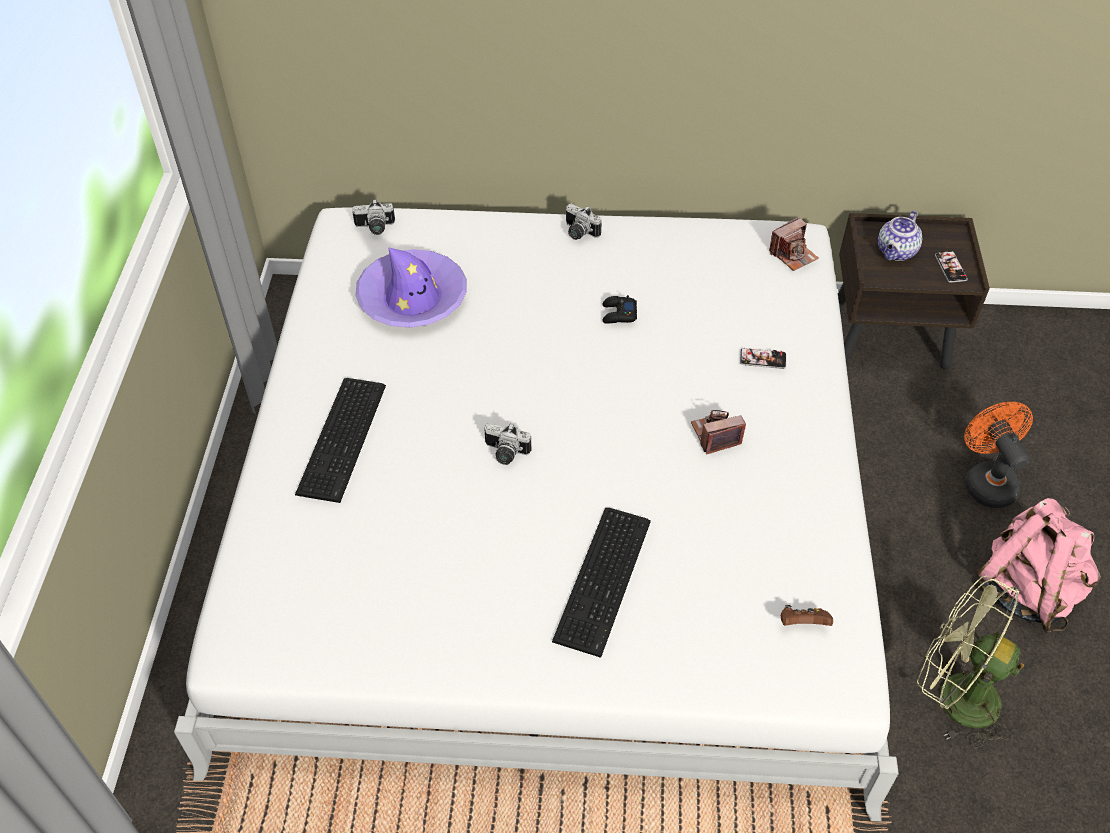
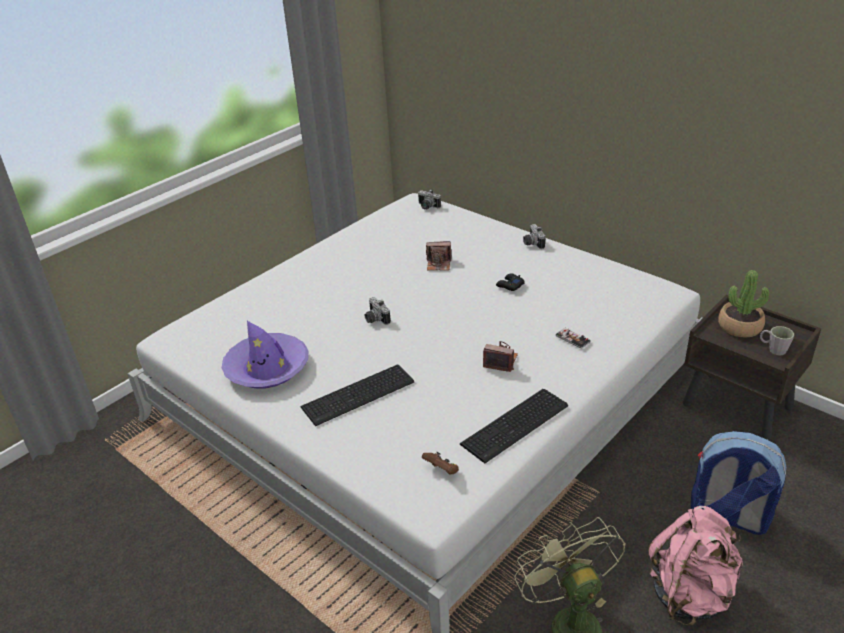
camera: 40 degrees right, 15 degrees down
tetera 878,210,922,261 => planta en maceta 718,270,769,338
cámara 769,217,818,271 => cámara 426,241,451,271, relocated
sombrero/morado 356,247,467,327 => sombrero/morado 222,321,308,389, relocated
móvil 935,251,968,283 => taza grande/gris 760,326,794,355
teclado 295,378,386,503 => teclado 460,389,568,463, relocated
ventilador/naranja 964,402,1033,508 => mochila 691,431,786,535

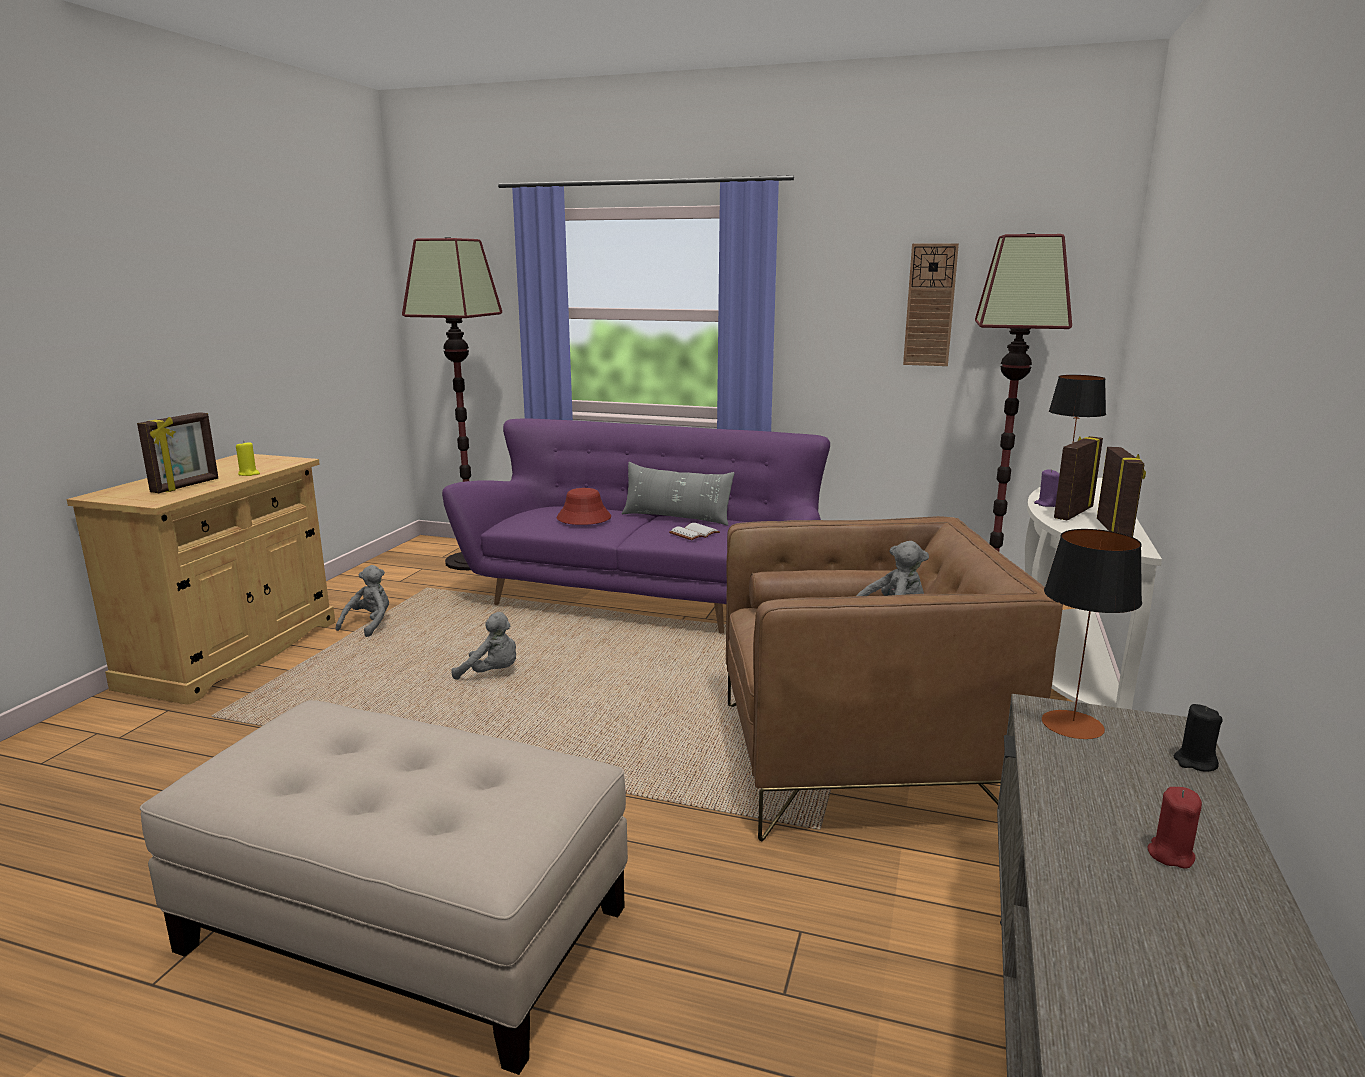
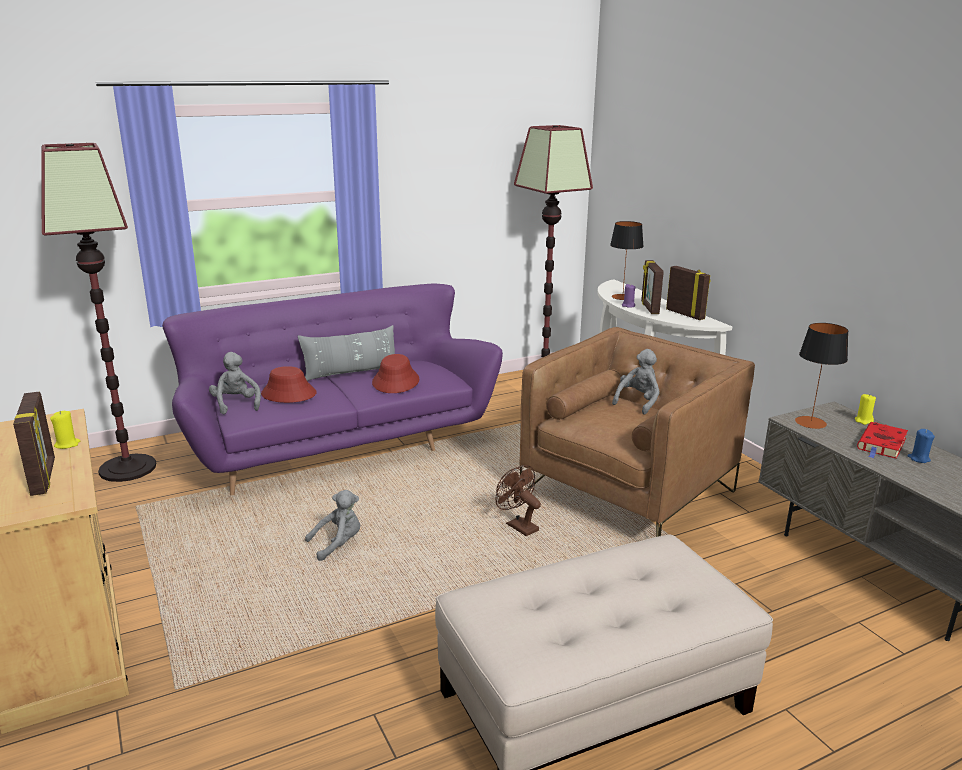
camera: 45 degrees left, 5 degrees up
reloj de pared 903,243,959,366 => nothing
libro/blanco 669,523,720,540 => sombrero/rojo 372,354,419,393
peluche/gris 335,565,389,637 => peluche/gris 209,352,261,414, relocated
vela/negro 1174,704,1223,771 => vela/amarillo 855,394,876,425
vela/rojo 1147,787,1202,868 => vela/azul 907,429,935,463
nothing => libro/rojo 857,422,908,459
nothing => ventilador/marrón 496,465,541,536

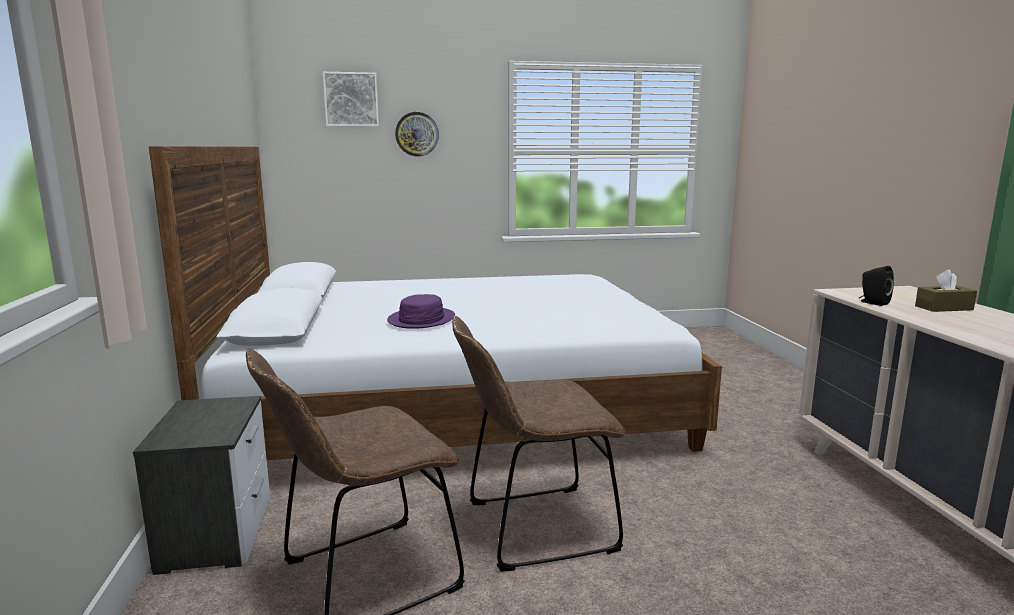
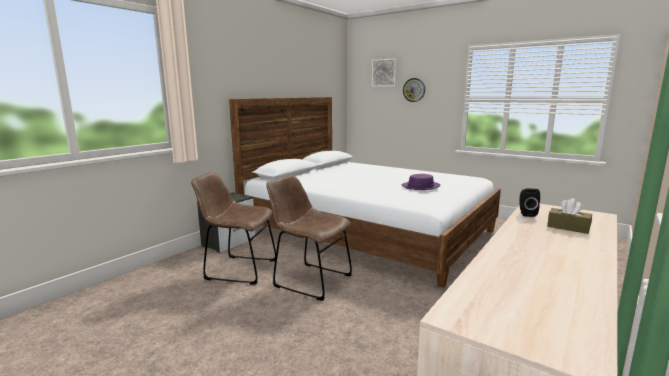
camera: 45 degrees right, 0 degrees up
sombrero/morado 387,294,455,329 => sombrero/morado 402,174,441,190, relocated

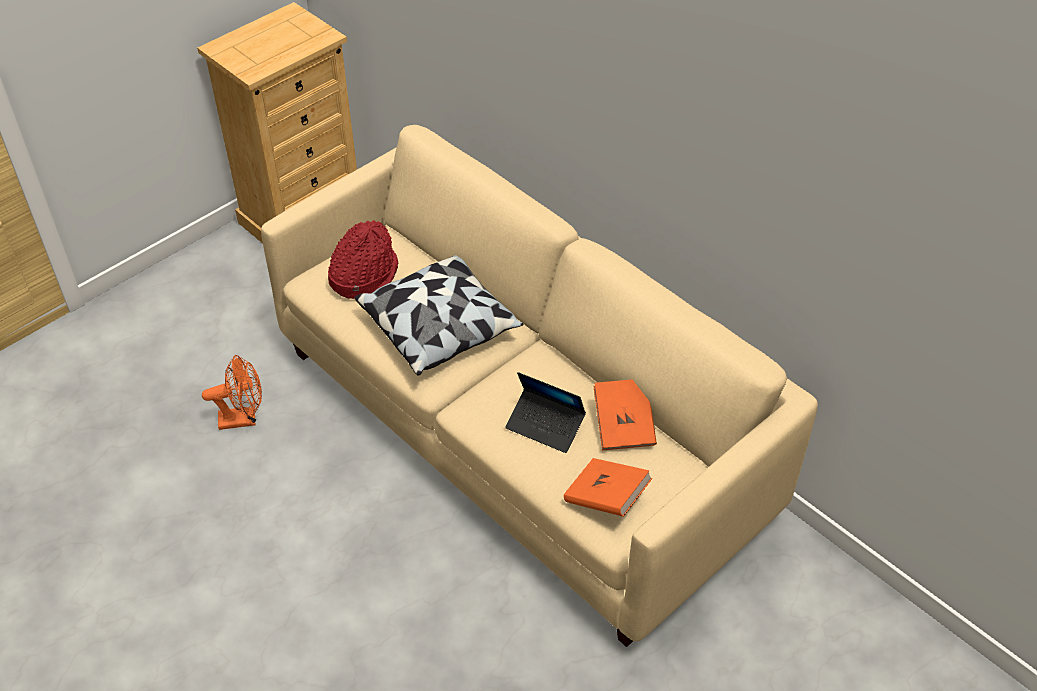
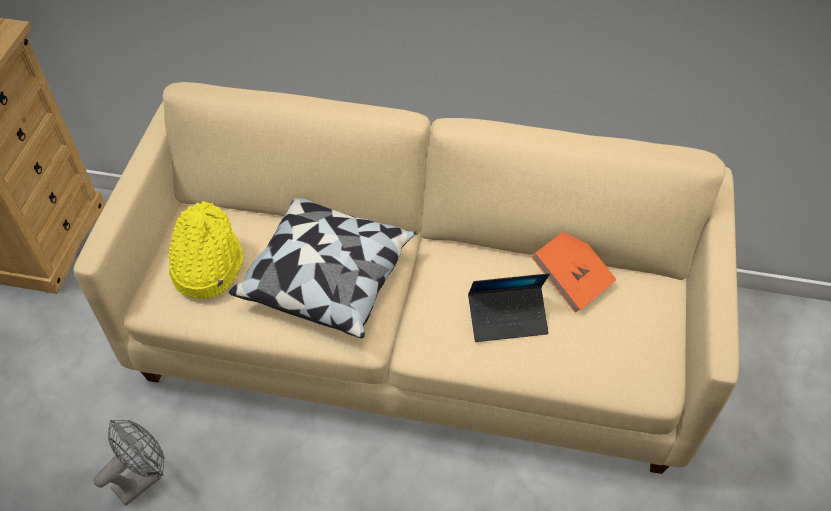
camera: 35 degrees left, 5 degrees up
sombrero/rojo 328,220,398,299 => sombrero/amarillo 168,201,243,299
ventilador/naranja 202,355,262,430 => ventilador/gris 94,420,165,506
libro/naranja 564,458,652,517 => nothing

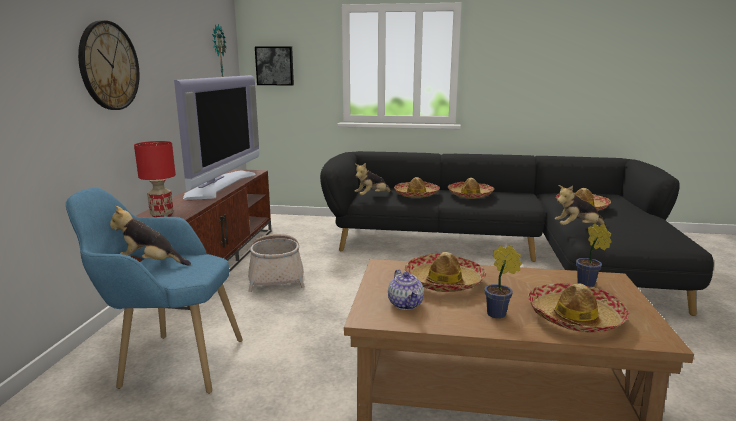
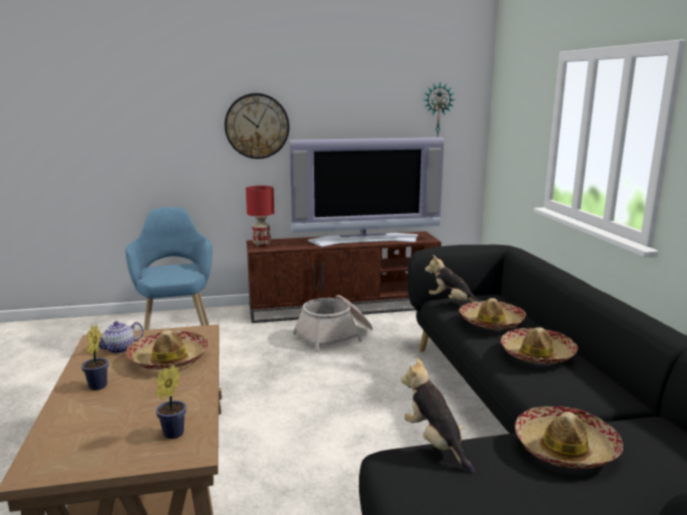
camera: 70 degrees right, 0 degrees up
cuadro 255,46,294,85 => nothing
peluche 110,206,191,266 => nothing
sombrero 528,283,629,333 => nothing

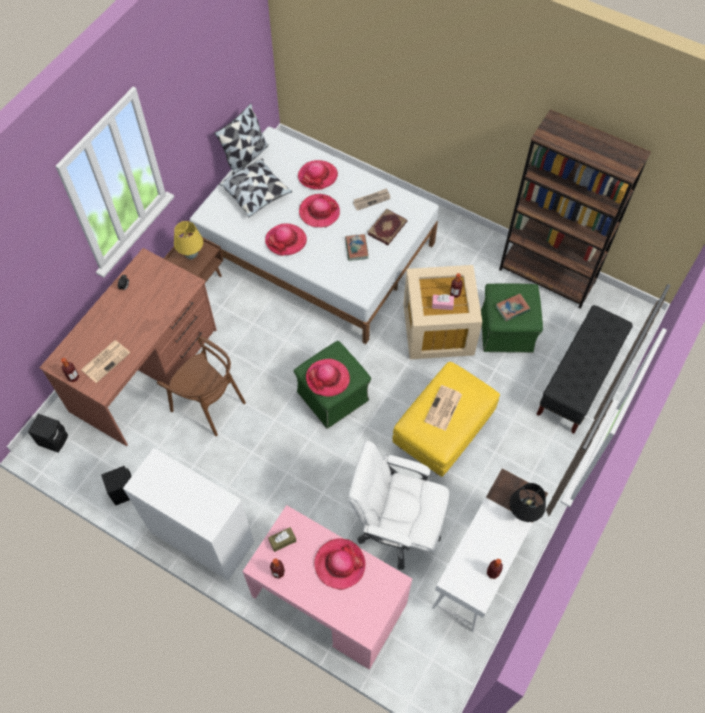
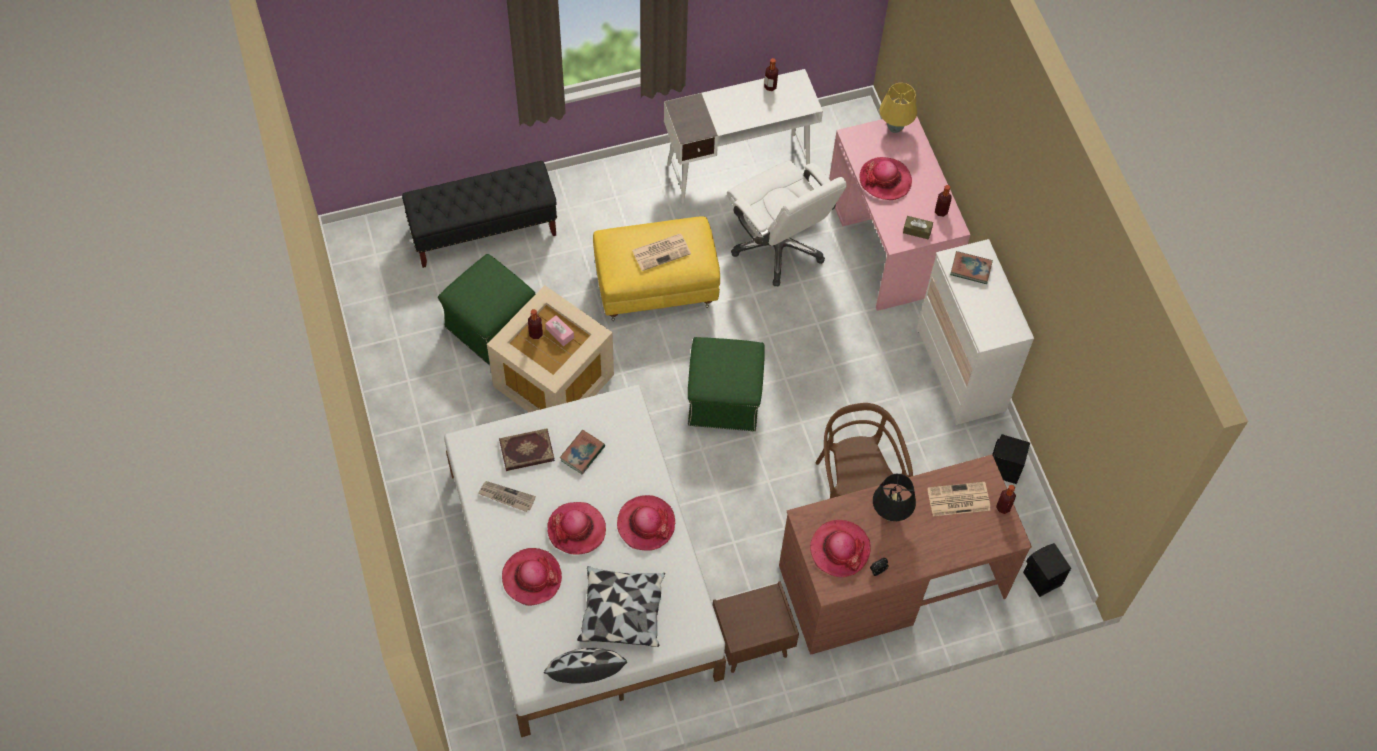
camera: 140 degrees left, 0 degrees up
estantería/marrón 499,109,651,309 => nothing
lámpara de mesa/amarillo 174,221,203,259 => lámpara de mesa/amarillo 879,83,917,133, relocated
libro 496,293,530,321 => libro 950,251,993,284, relocated
sombrero 306,359,350,396 => sombrero 810,520,871,577, relocated
lámpara de mesa/negro 509,483,546,522 => lámpara de mesa/negro 873,474,916,521, relocated

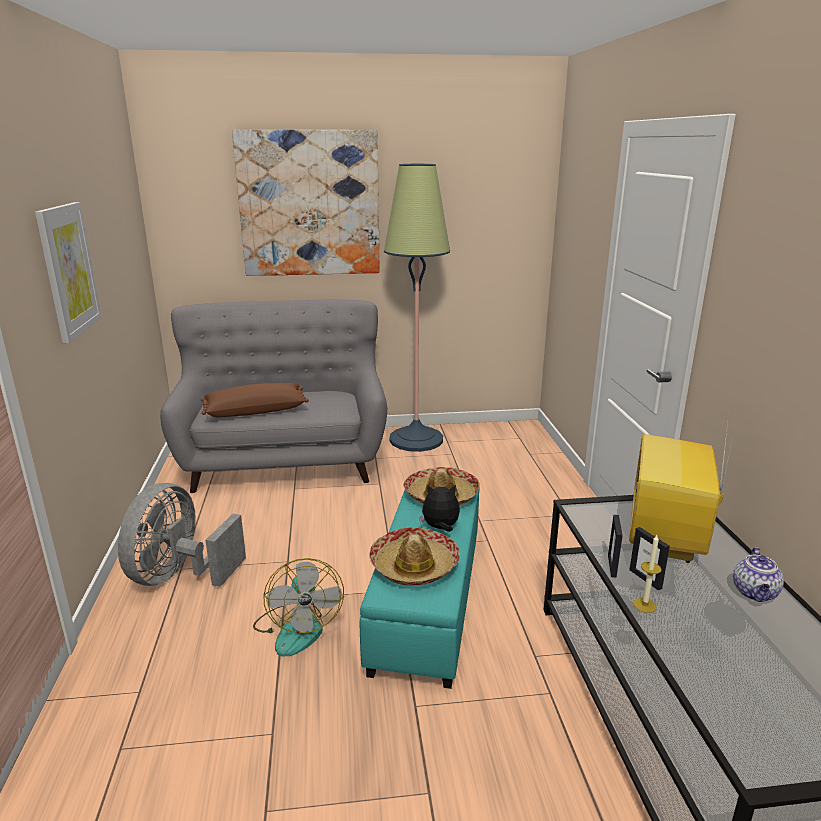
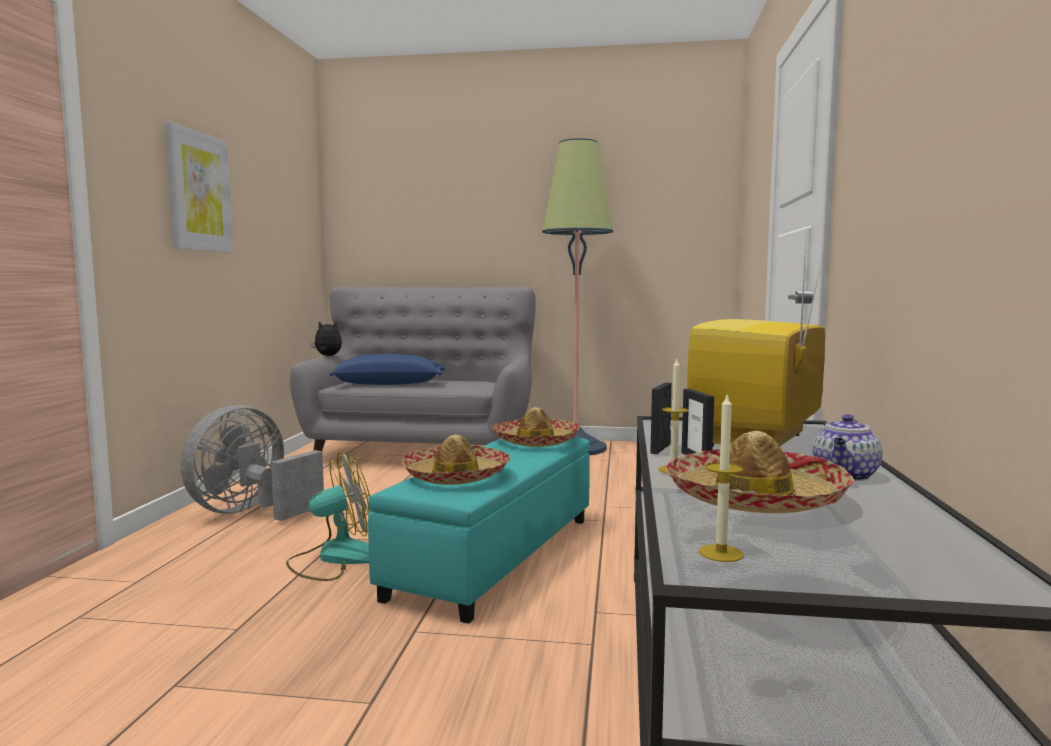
camera: 15 degrees right, 15 degrees down
cuadro 232,130,380,276 => nothing
cojín/marrón 201,383,309,417 => cojín/azul 329,354,445,385
peluche 419,484,460,532 => peluche 310,322,342,356, relocated
ventilador 253,558,344,657 => ventilador 286,453,370,581, 120 degrees counterclockwise
nothing => vela 699,393,744,562
nothing => sombrero 666,431,854,513

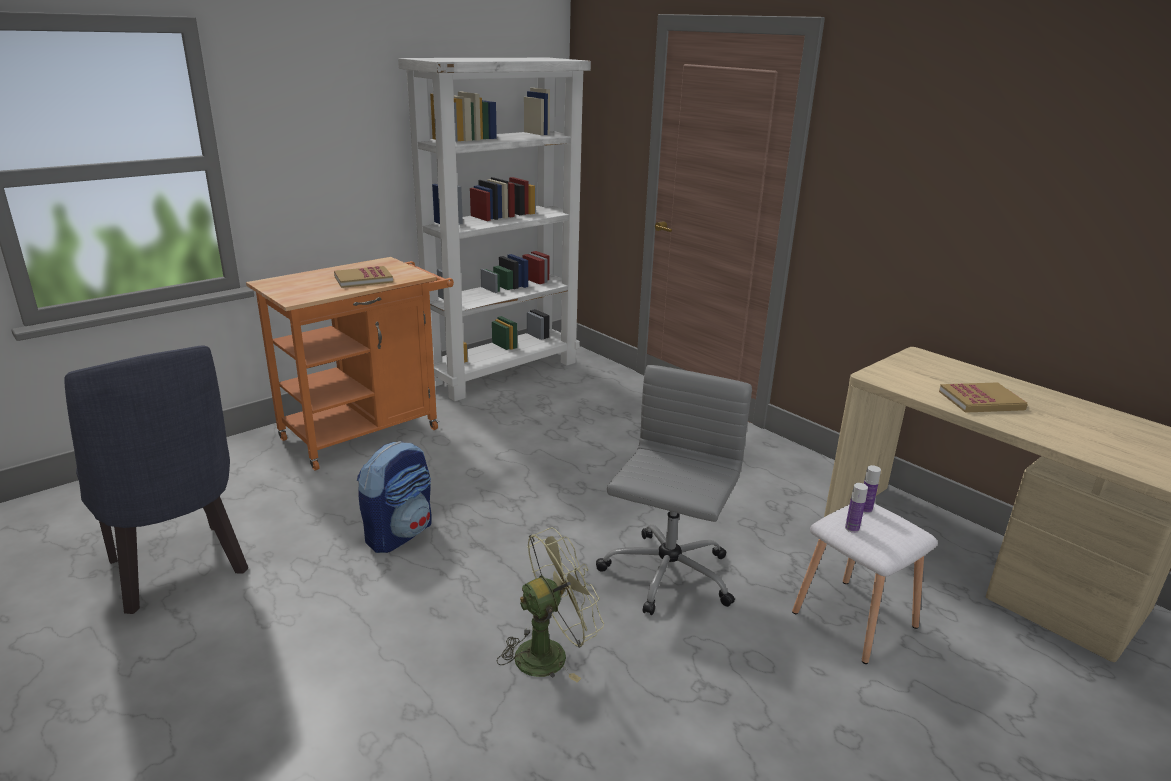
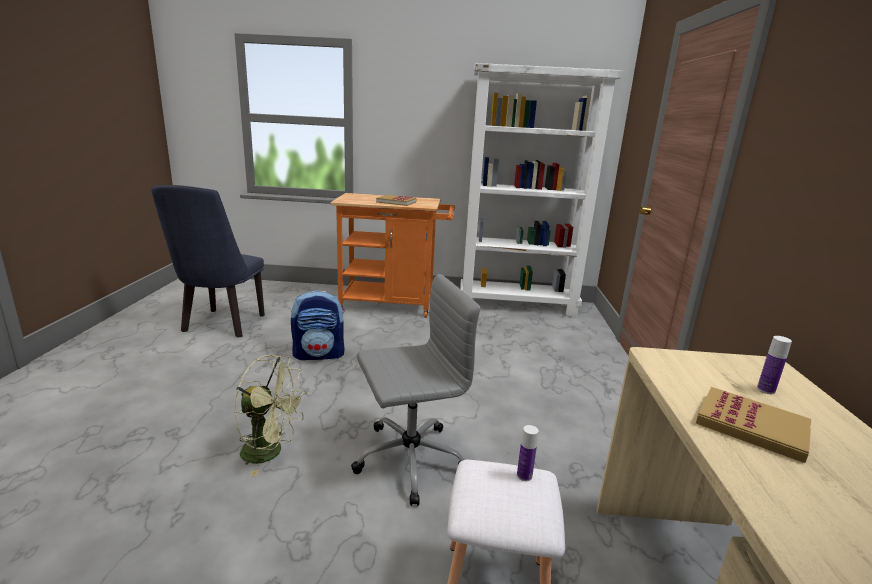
camera: 45 degrees right, 5 degrees down
botella 845,483,868,533 => botella 757,336,792,394, relocated

